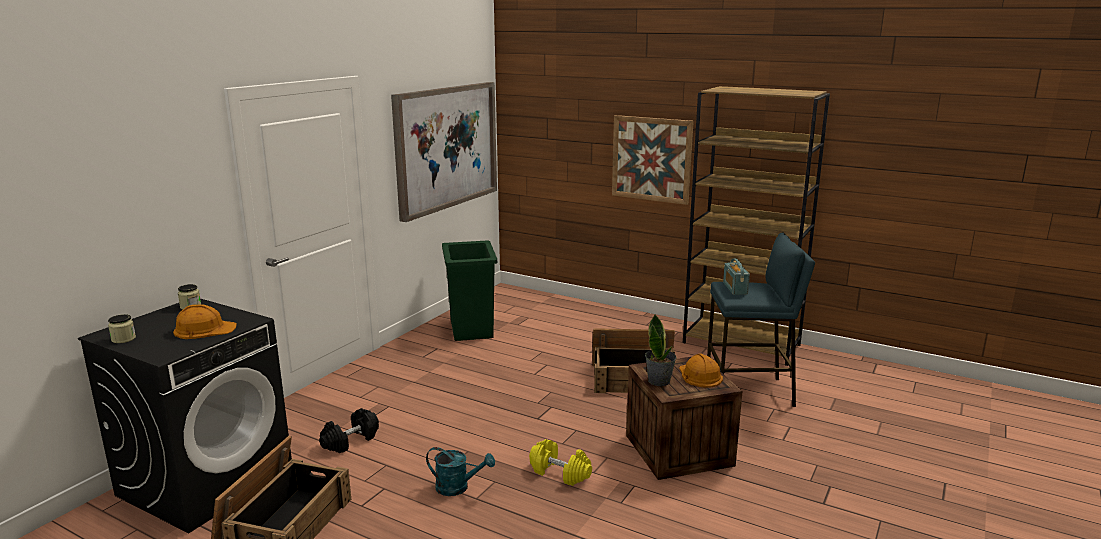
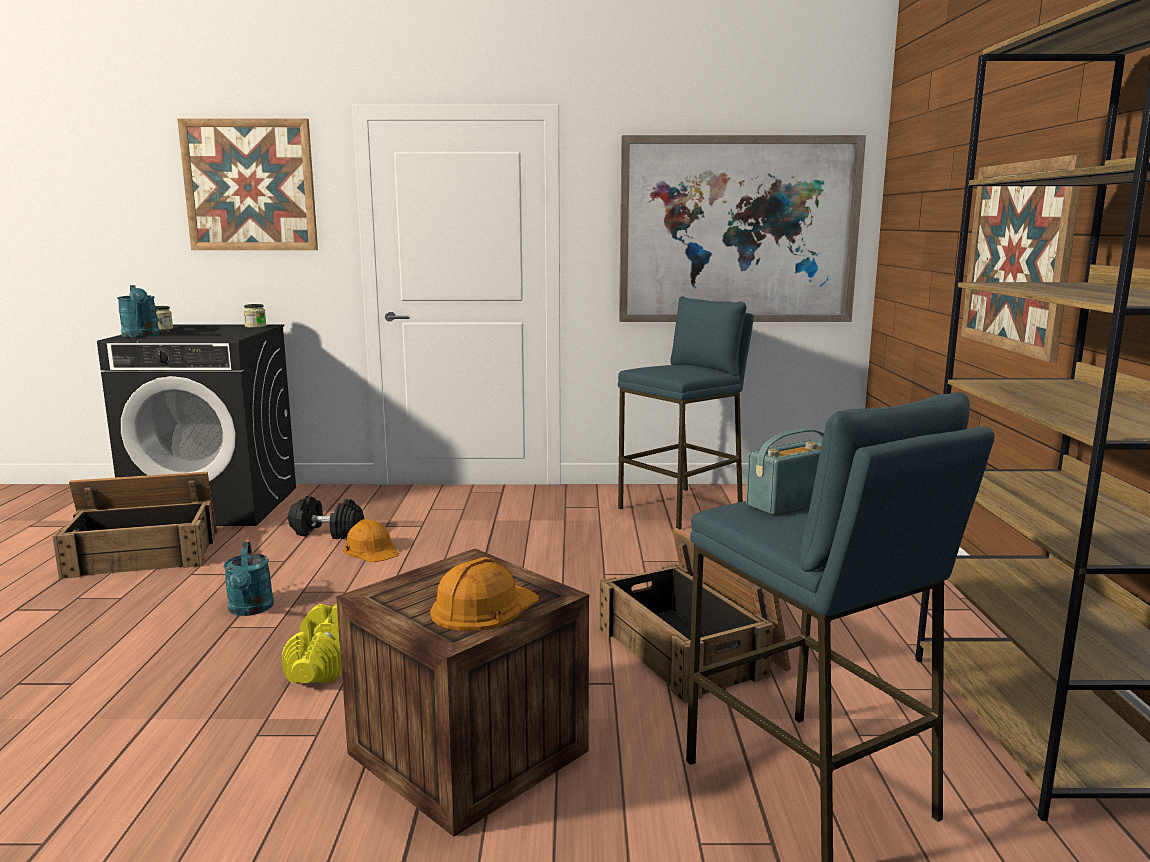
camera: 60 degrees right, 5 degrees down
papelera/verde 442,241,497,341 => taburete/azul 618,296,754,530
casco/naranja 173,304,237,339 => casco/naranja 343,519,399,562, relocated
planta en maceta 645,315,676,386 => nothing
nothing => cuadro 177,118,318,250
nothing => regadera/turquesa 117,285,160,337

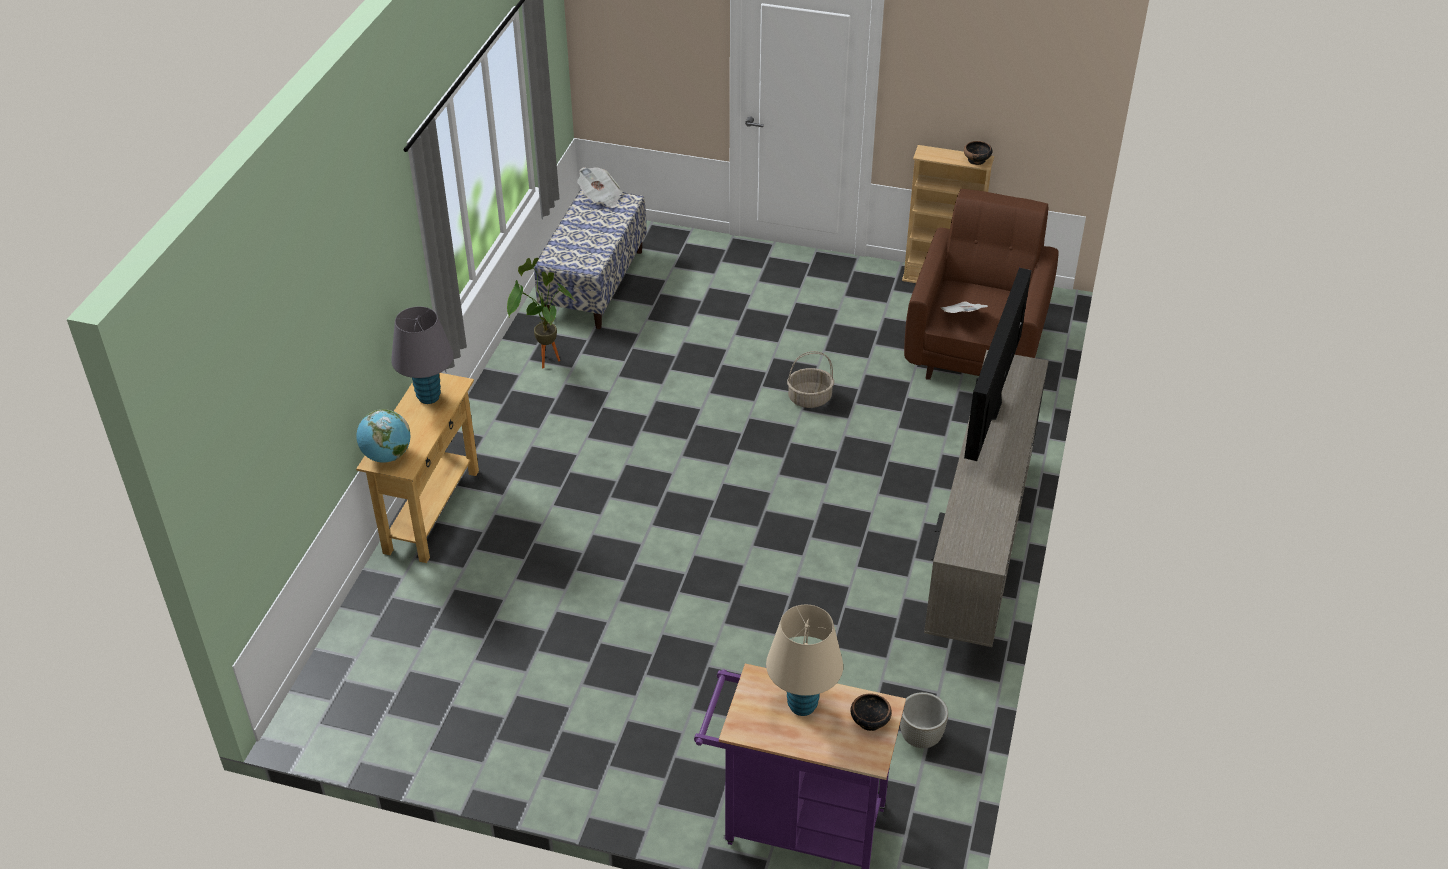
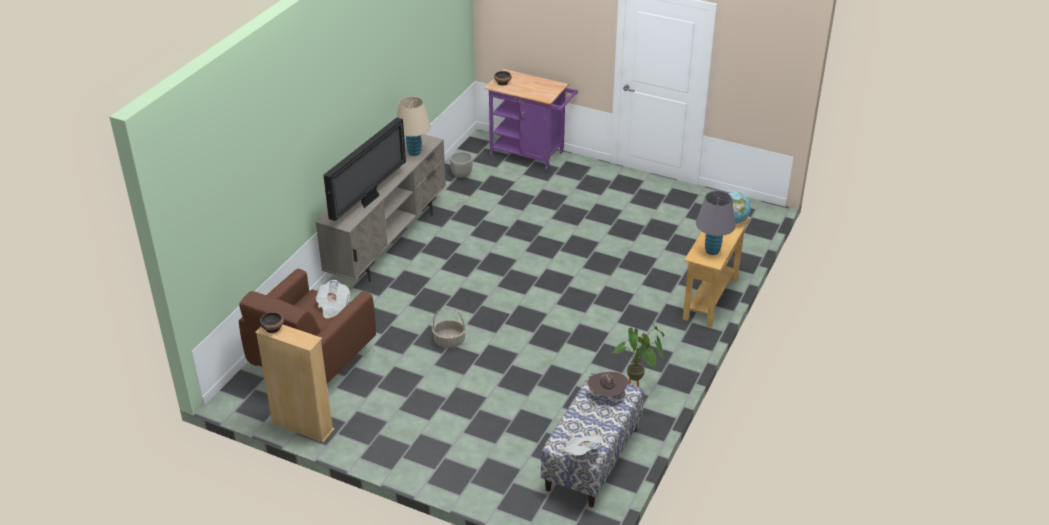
camera: 170 degrees left, 5 degrees down
lámpara de mesa/beis 766,605,843,716 => lámpara de mesa/beis 397,96,431,156, relocated
nothing => sombrero/marrón 588,372,628,397

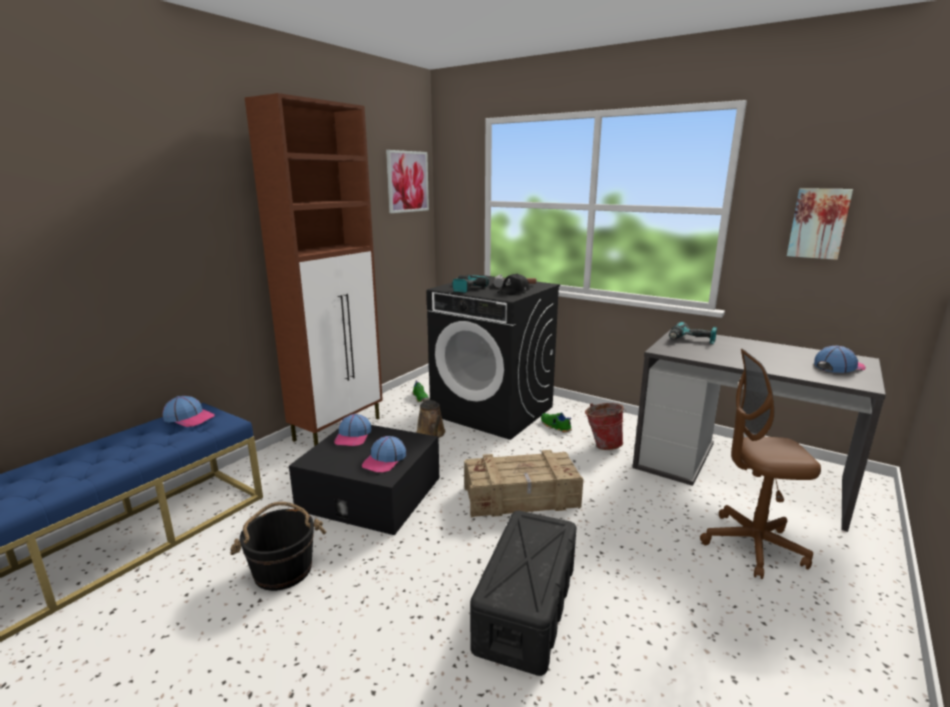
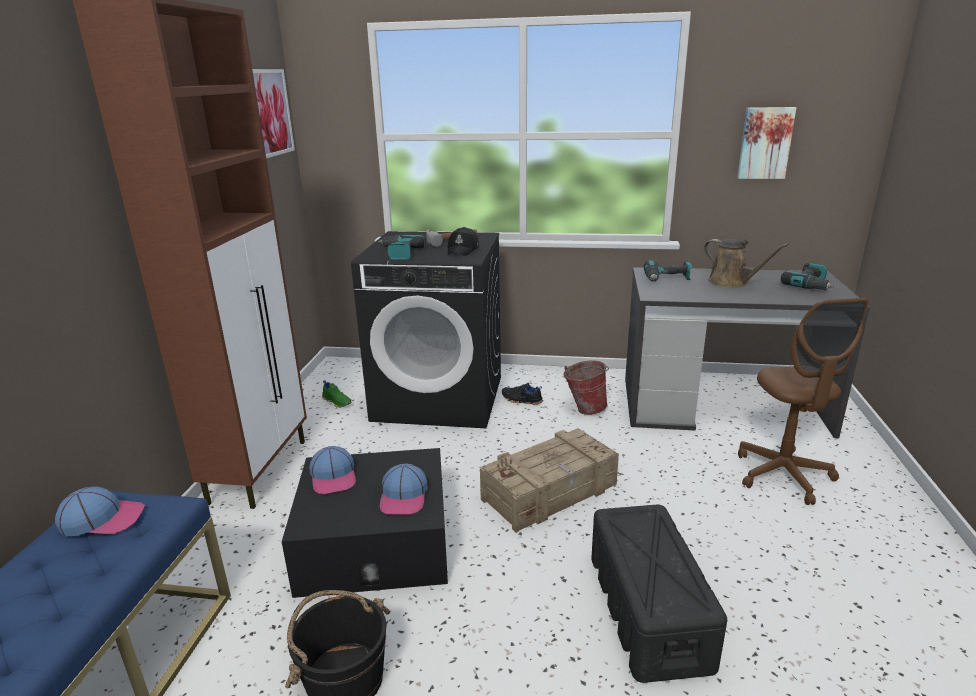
camera: 25 degrees left, 5 degrees up
gorra 814,345,866,373 => taladro 781,262,834,290
silla de oficina/marrón 700,349,821,579 => silla de oficina/marrón 738,298,869,505, 75 degrees counterclockwise
regadera/marrón 416,397,446,438 => regadera/marrón 704,239,789,288, relocated
zapato/verde 541,412,572,432 => zapato/negro 502,383,543,405

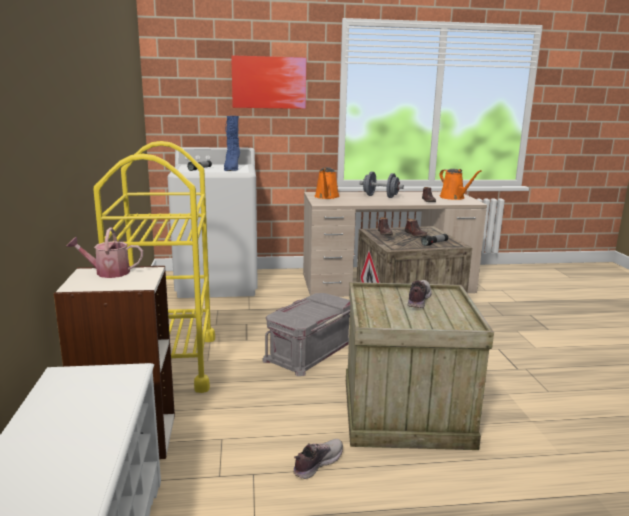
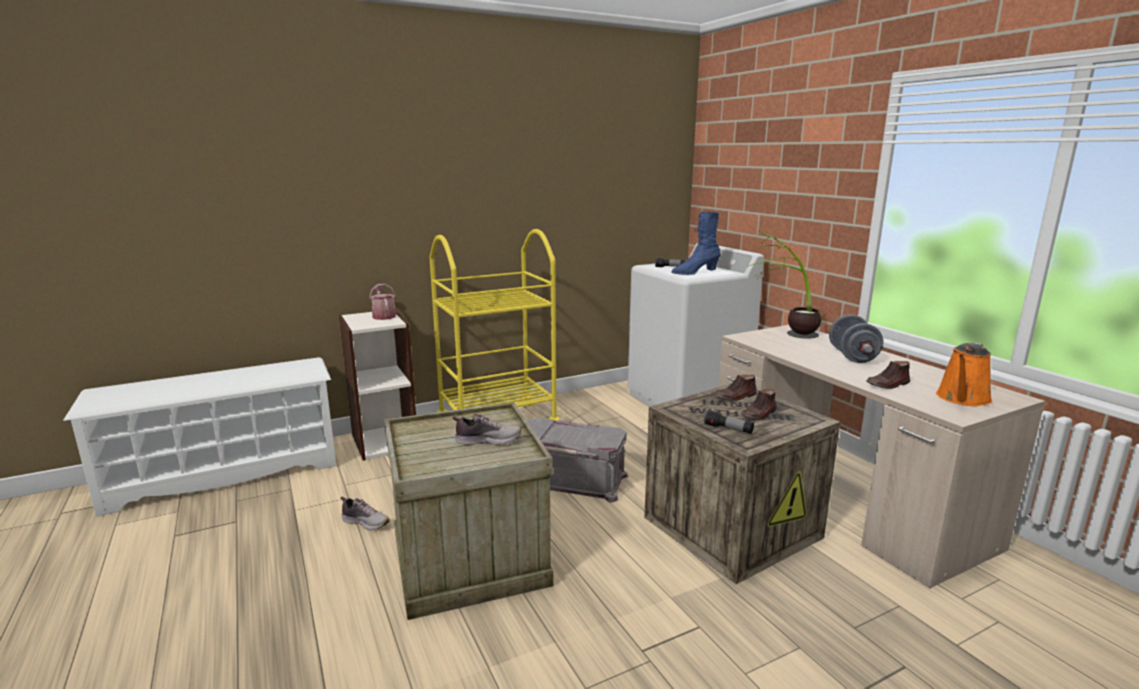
camera: 70 degrees right, 0 degrees up
cuadro 231,55,306,109 => nothing
regadera/naranja 315,167,340,199 => planta en maceta 747,231,822,338

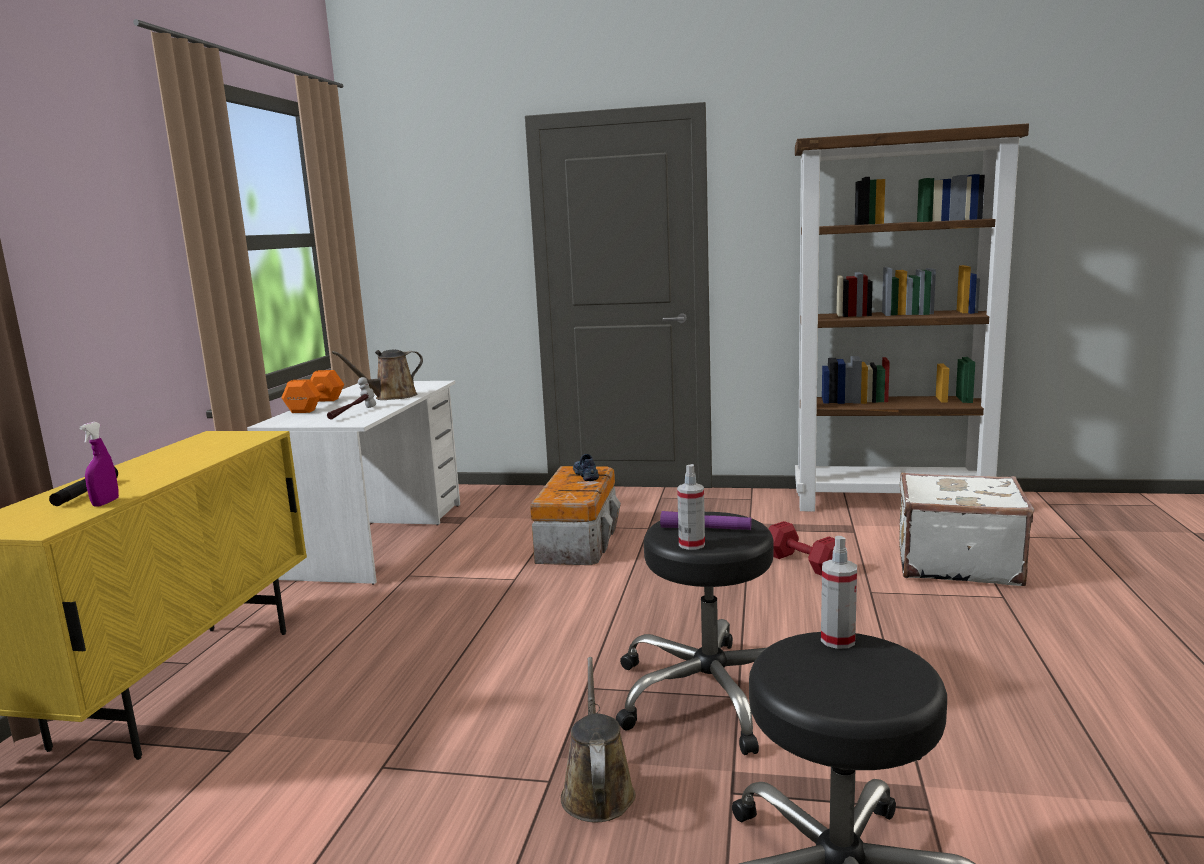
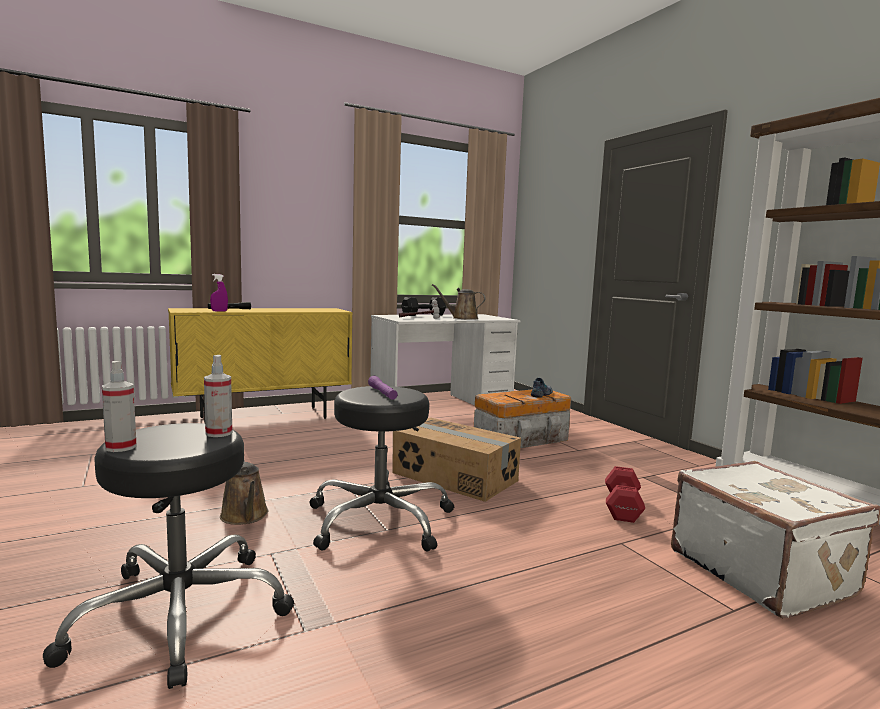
camera: 50 degrees right, 5 degrees down
mancuerna/naranja 281,370,344,413 => mancuerna/negro 401,297,446,316
pulverizador 677,464,705,550 => pulverizador 102,361,137,452, relocated
regadera/marrón 561,657,636,822 => regadera/marrón 220,460,269,525, 105 degrees clockwise
nothing => caja de cartón 392,417,521,502

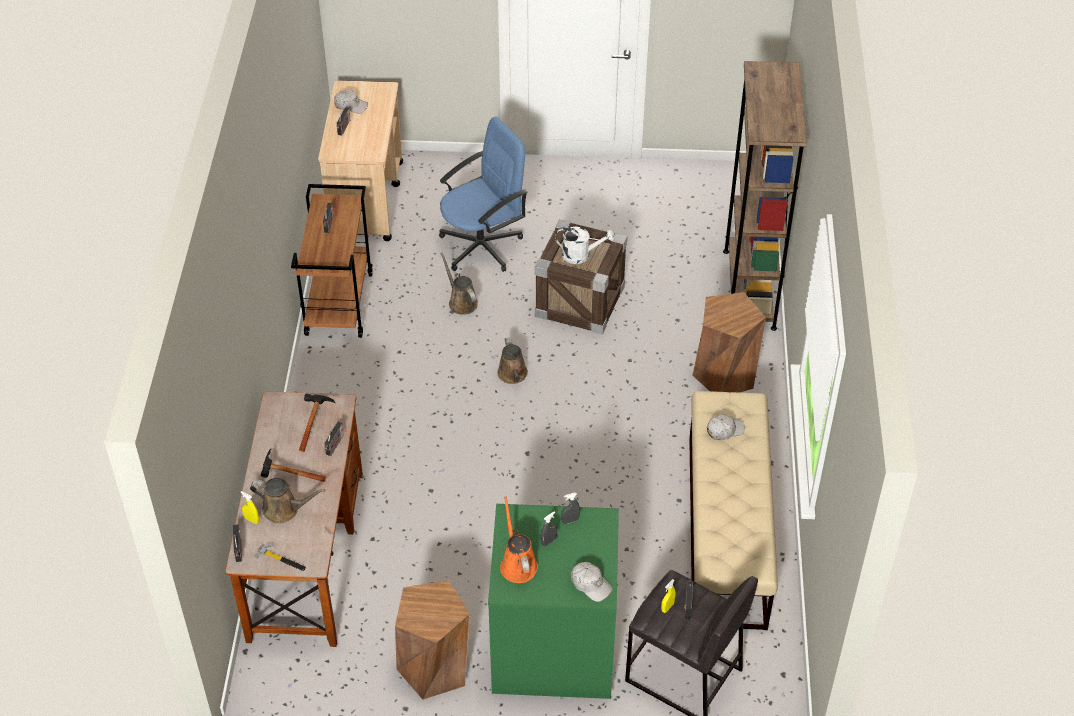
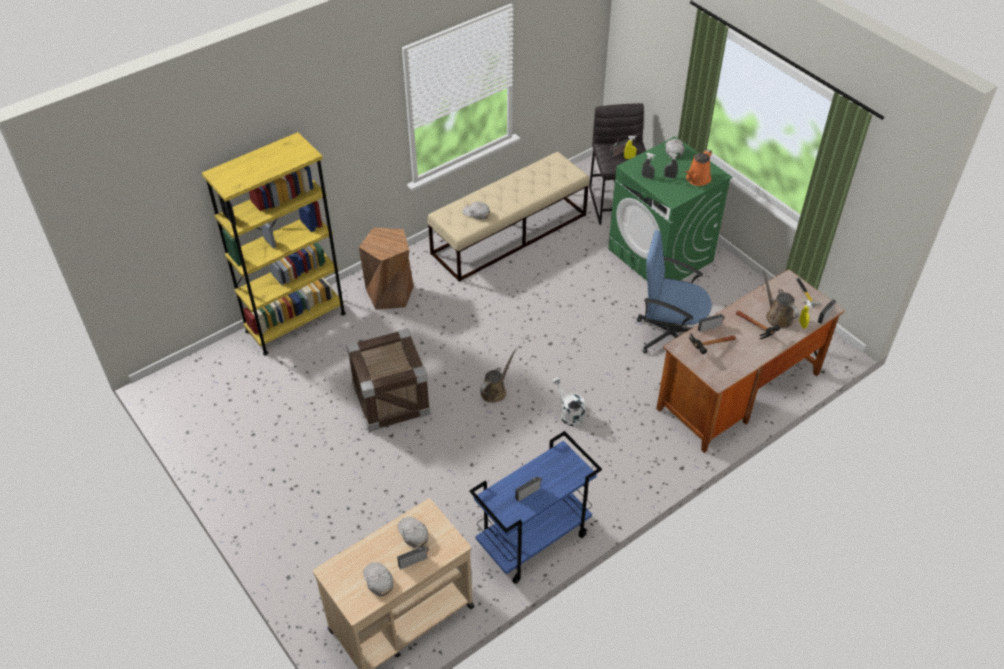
camera: 130 degrees left, 0 degrees up
estantería/marrón 723,61,807,331 => estantería/amarillo 202,132,346,355
silla de oficina/azul 439,117,528,272 => silla de oficina/azul 637,230,712,354, relocated
carrito/marrón 291,184,373,338 => carrito/azul 470,431,602,583
regadera/blanco 555,227,615,264 => regadera/blanco 552,377,586,426, relocated
regadera/marrón 440,253,478,315 => nothing
taburete/marrón 395,580,470,700 => nothing
nothing => gorra/blanco 398,517,428,548

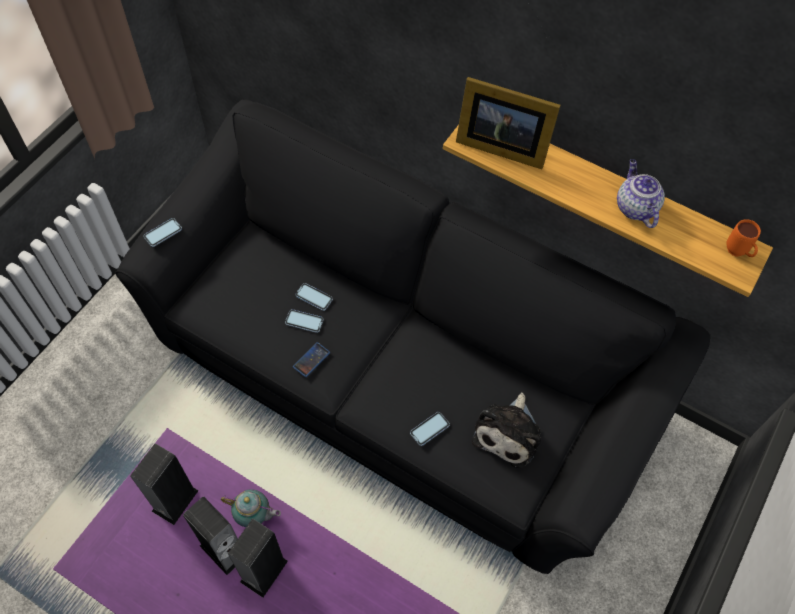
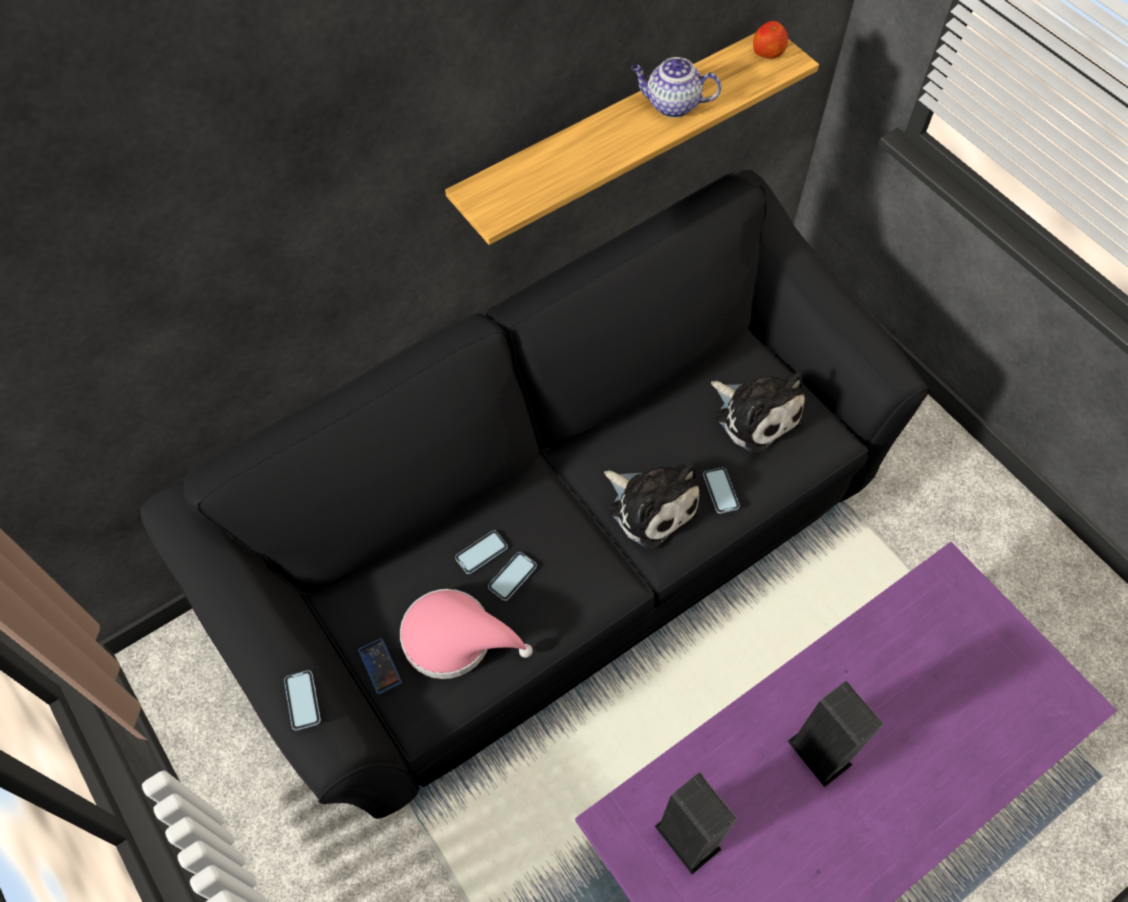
camera: 65 degrees left, 0 degrees up
portarretratos 456,77,561,169 => nothing
taza grande/naranja 726,219,761,257 => manzana 753,21,788,59
móvil 293,342,330,377 => móvil 358,638,402,694, relocated
tetera 221,489,281,527 => nothing
altavoz 183,497,238,575 => nothing
nothing => peluche 604,463,701,550
nothing => sombrero/rosa 400,589,533,679

